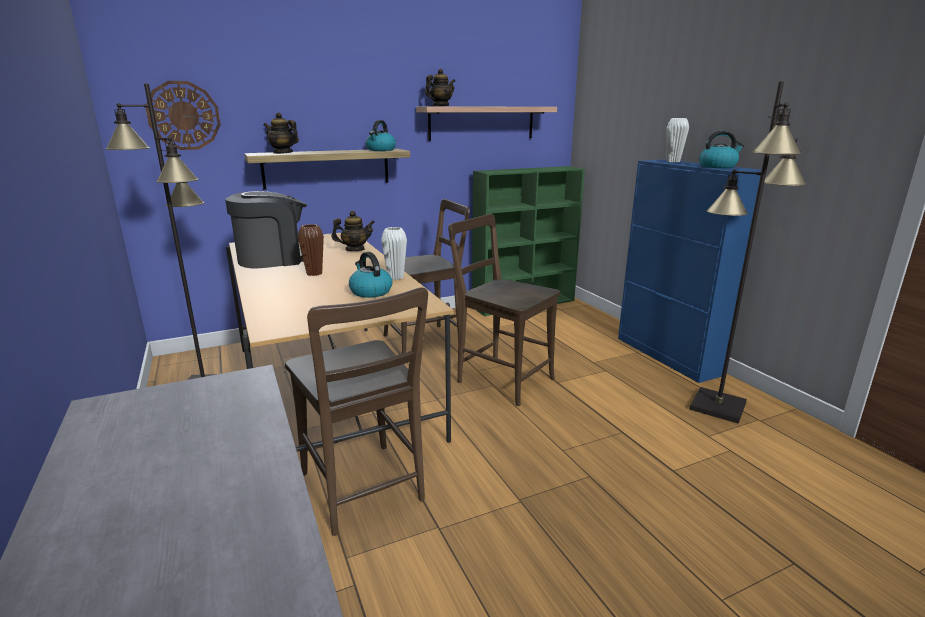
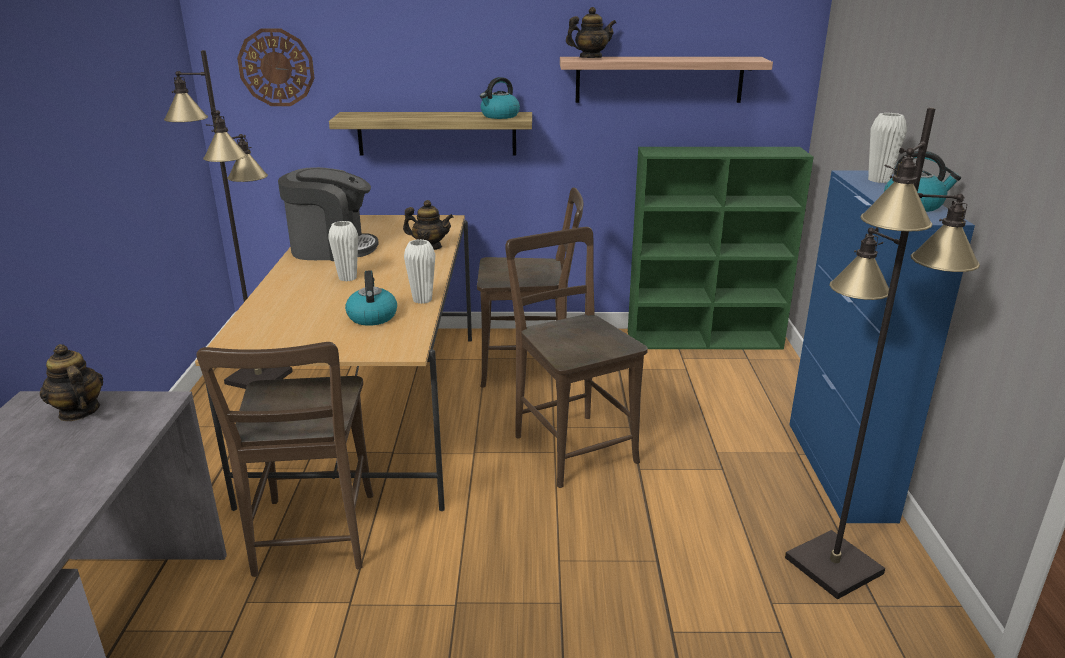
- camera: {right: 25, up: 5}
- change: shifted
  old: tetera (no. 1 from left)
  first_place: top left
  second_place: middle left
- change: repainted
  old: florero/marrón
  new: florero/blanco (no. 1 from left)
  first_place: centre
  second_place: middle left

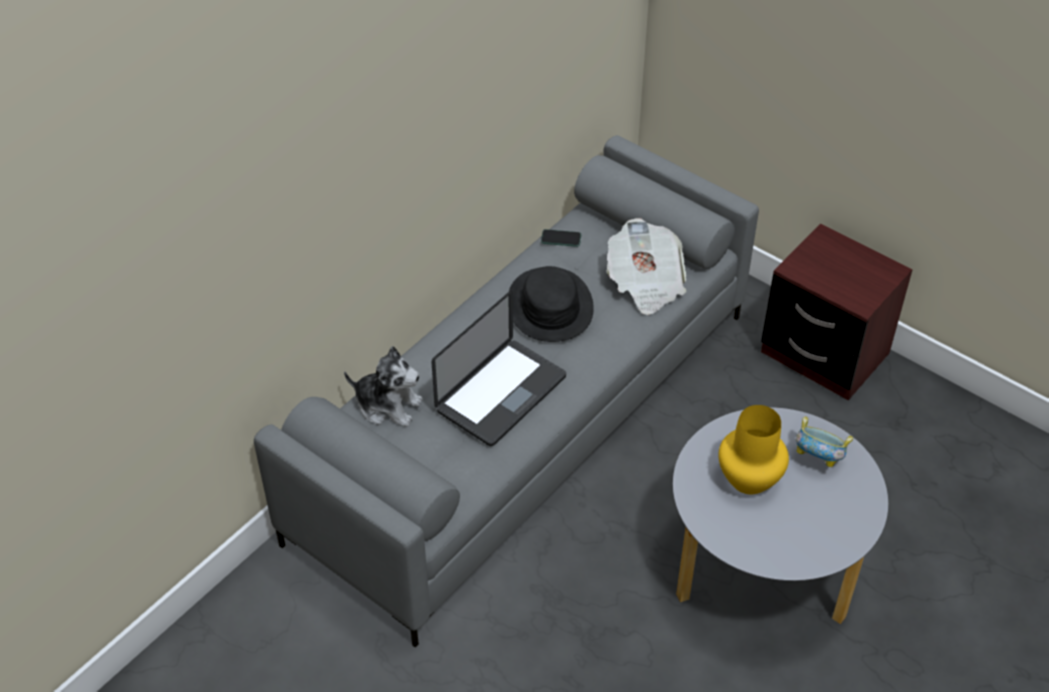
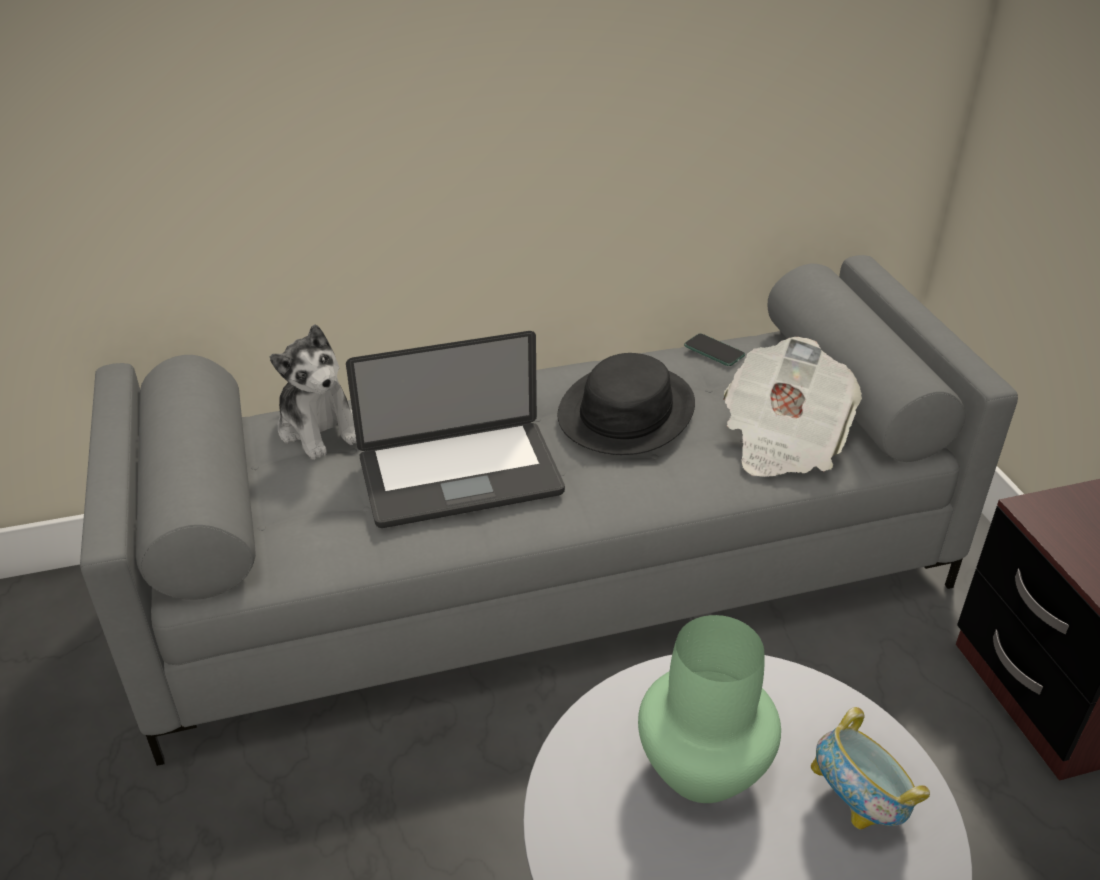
- camera: {right: 35, up: -10}
- change: repainted
  old: florero/amarillo
  new: florero/verde
  first_place: middle right
  second_place: bottom centre

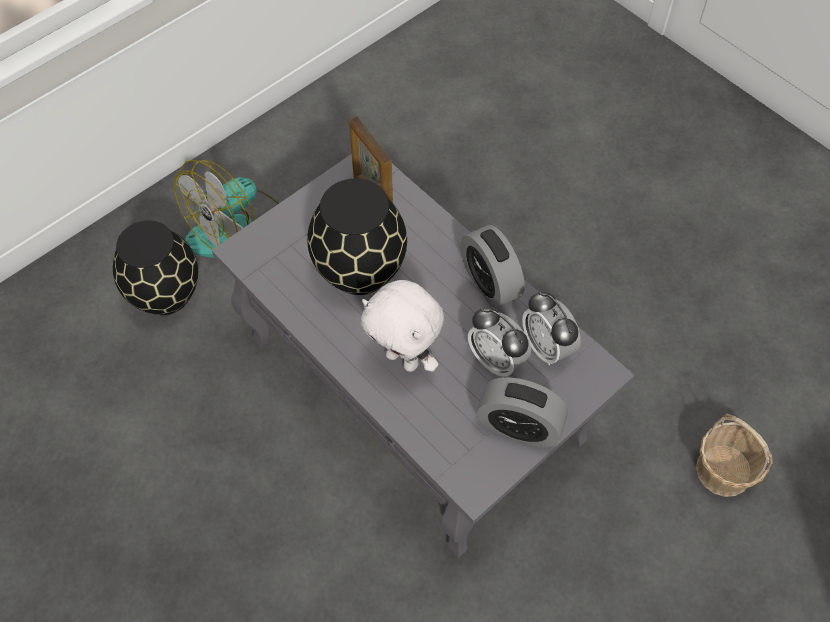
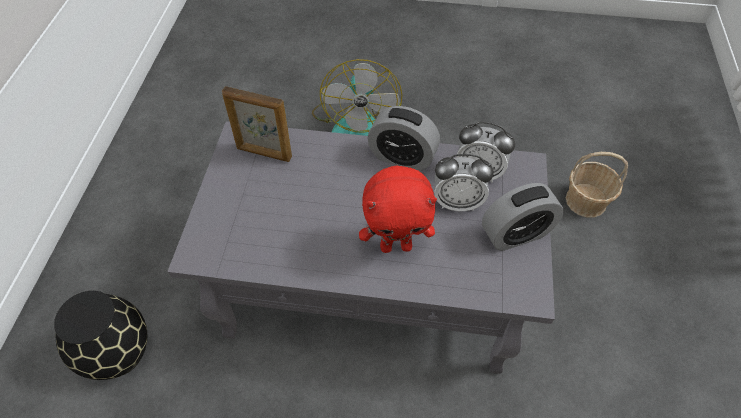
- camera: {right: -40, up: -5}
- change: gone
  old: florero/negro (no. 2 from left)
  first_place: centre
- change: shifted
  old: ventilador
  first_place: middle left
  second_place: top centre
- change: repainted
  old: peluche/blanco
  new: peluche/rojo
  first_place: centre
  second_place: centre

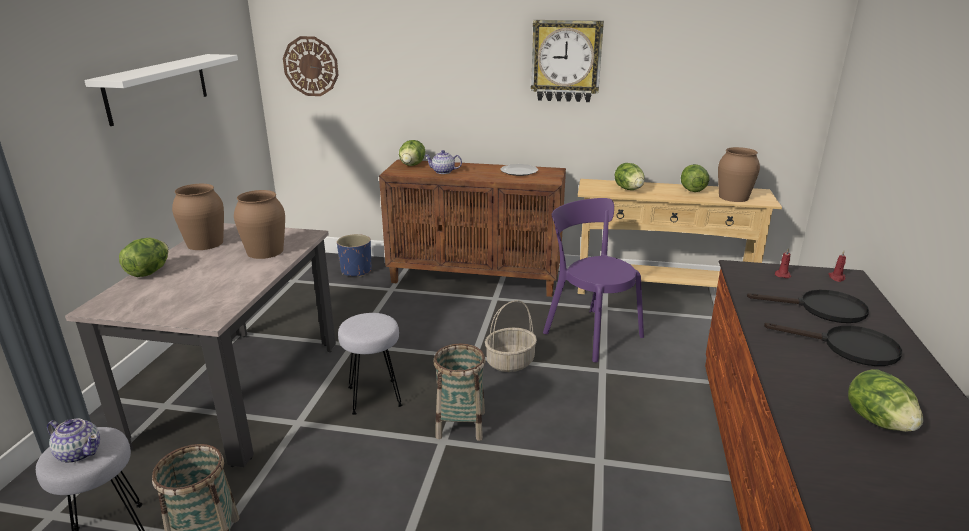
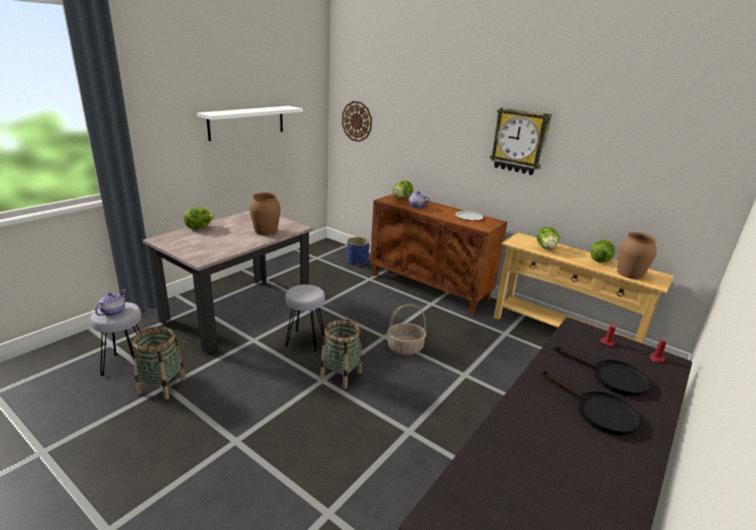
- camera: {right: 25, up: 0}
- change: gone
  old: florero/marrón (no. 1 from left)
  first_place: middle left
- change: gone
  old: silla/morado
  first_place: centre
- change: gone
  old: lechuga (no. 5 from left)
  first_place: bottom right
- change: rotated
  old: tetera (no. 1 from left)
  first_place: bottom left
  second_place: middle left
  degrees: -120

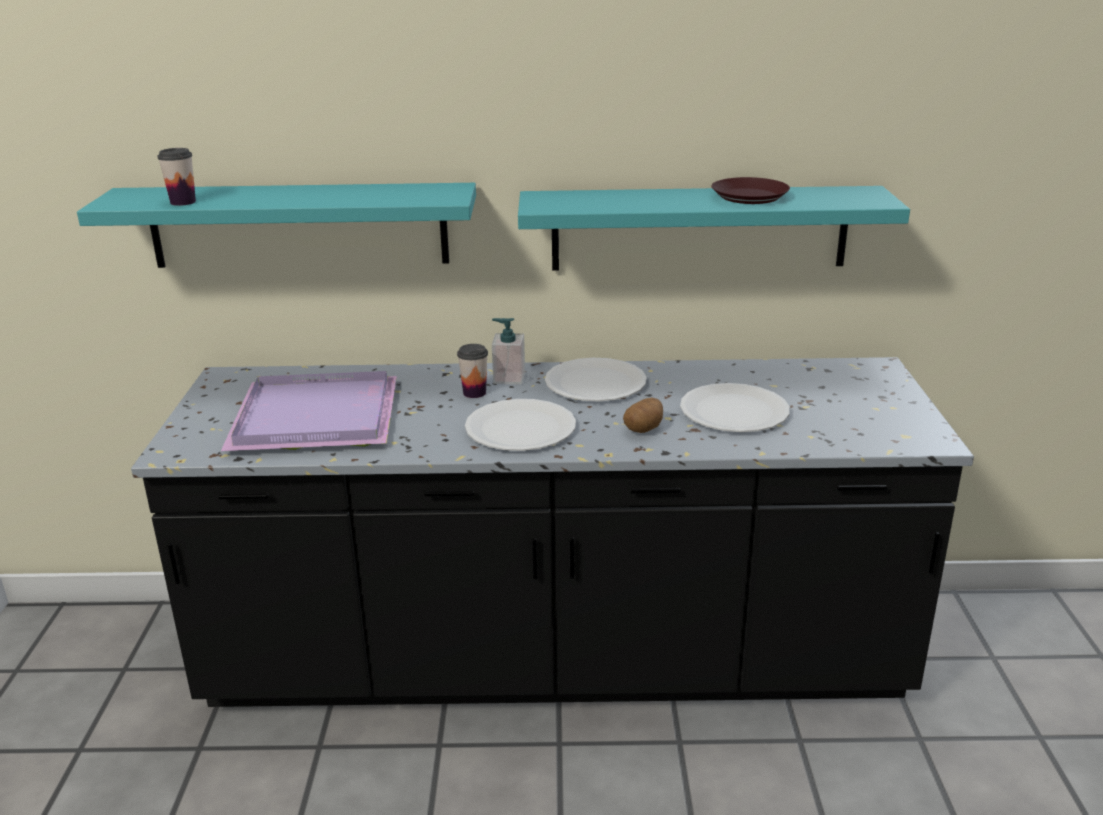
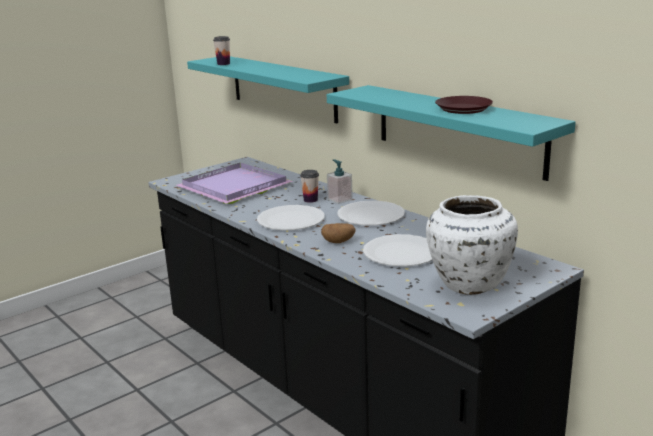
- camera: {right: 50, up: -5}
- change: new
  new: florero/blanco
  second_place: middle right

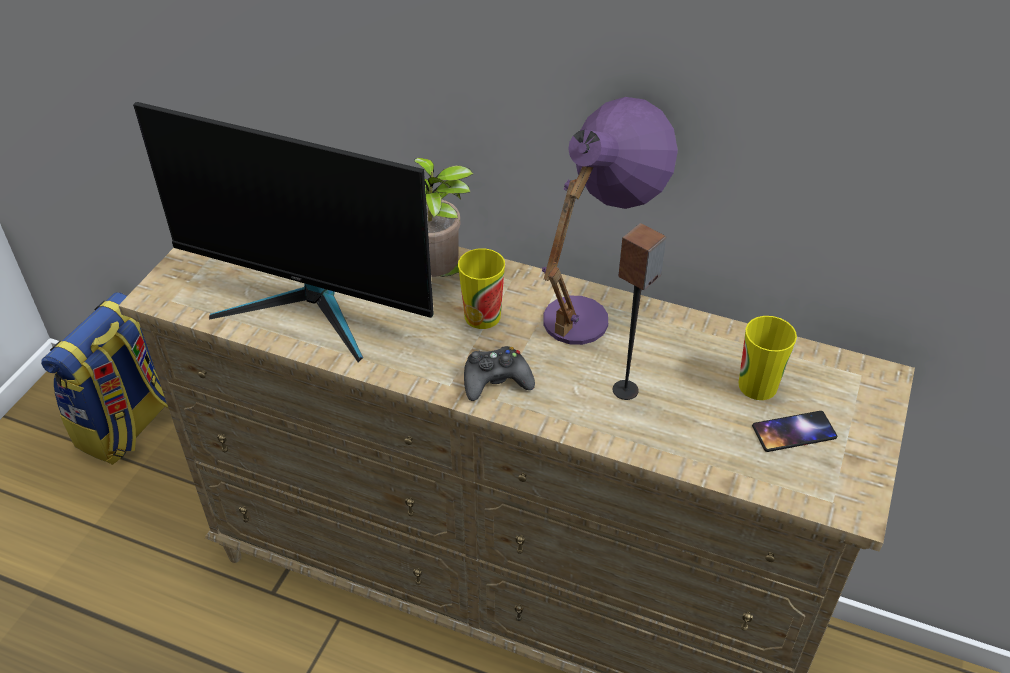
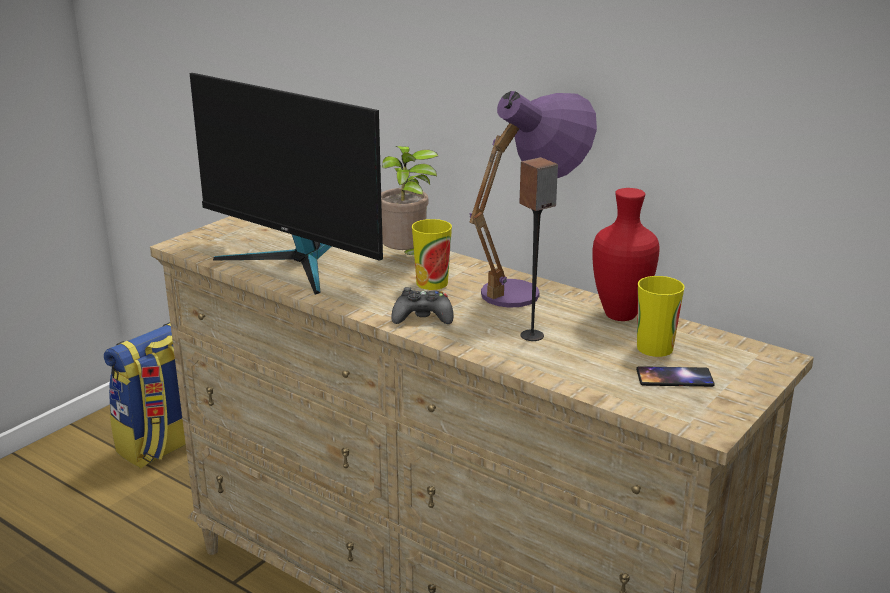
- camera: {right: 15, up: -20}
- change: new
  new: florero/rojo
  second_place: middle right

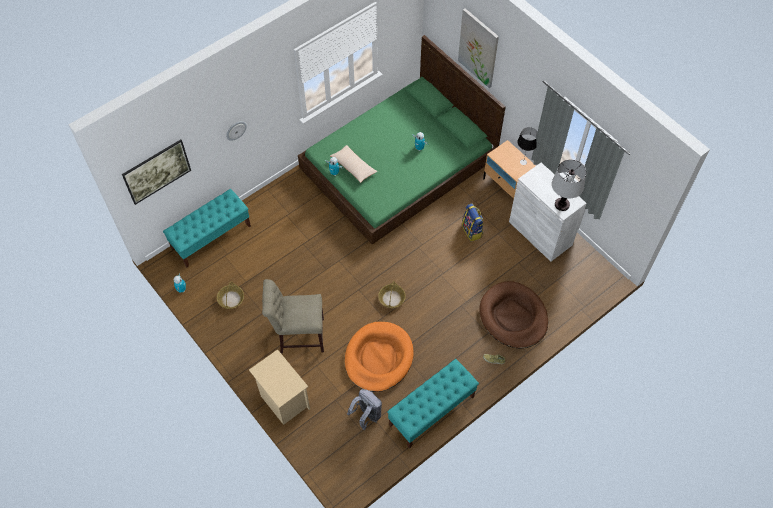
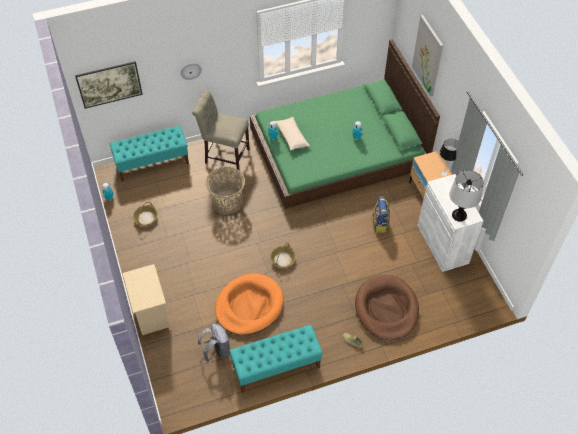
- camera: {right: 20, up: -5}
- change: new
  new: cesta (no. 2 from left)
  second_place: centre
- change: shifted
  old: silla/beis
  first_place: centre
  second_place: top centre

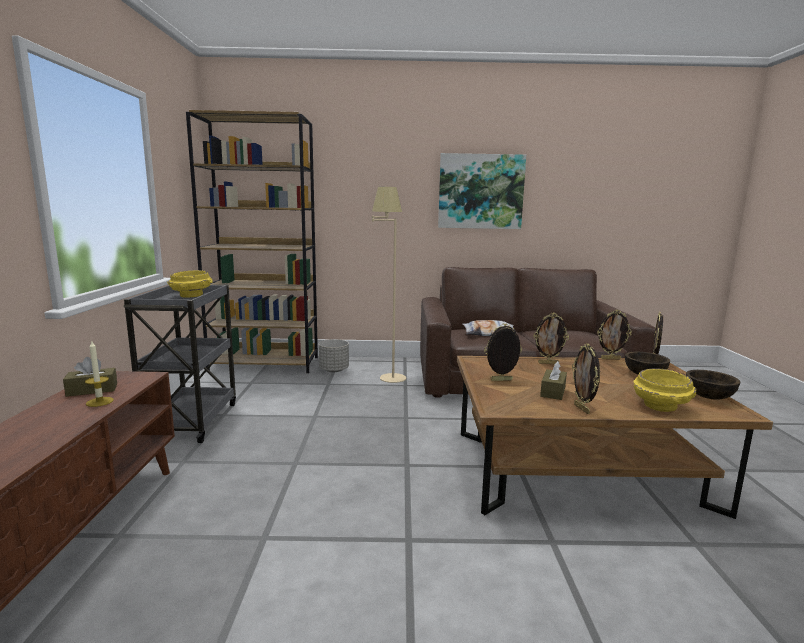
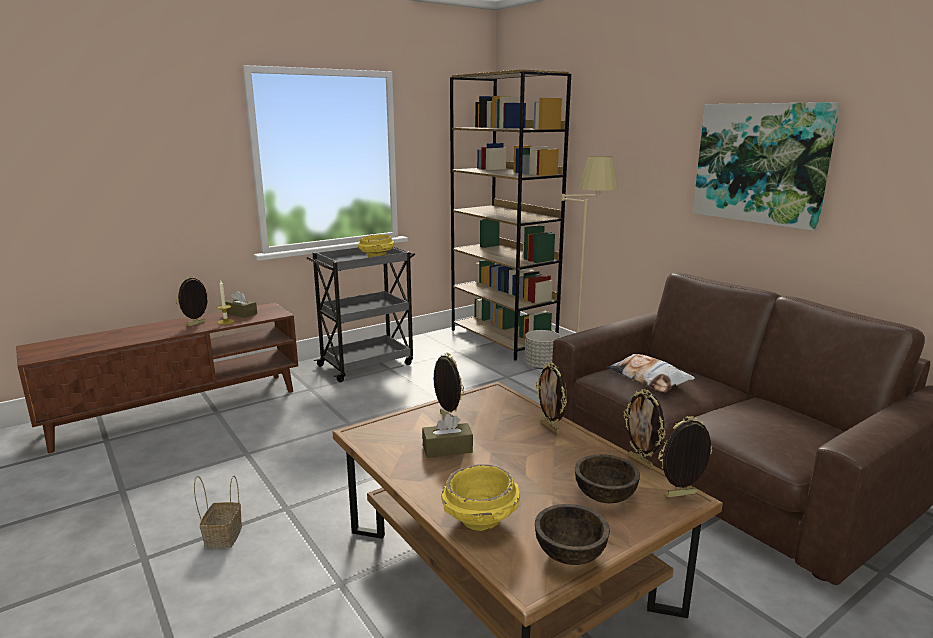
- camera: {right: 55, up: 5}
- change: new
  new: cesta
  second_place: bottom left
- change: shifted
  old: portarretratos (no. 3 from left in the first image)
  new: portarretratos (no. 1 from left)
  first_place: middle right
  second_place: middle left

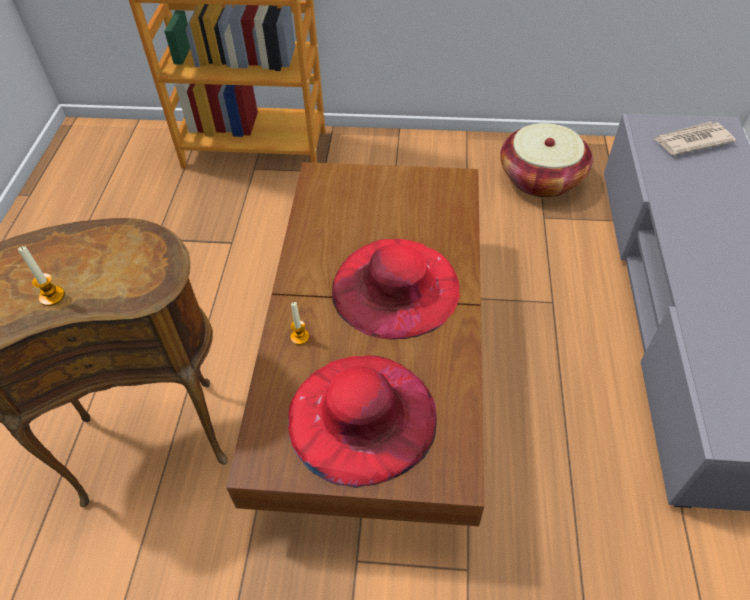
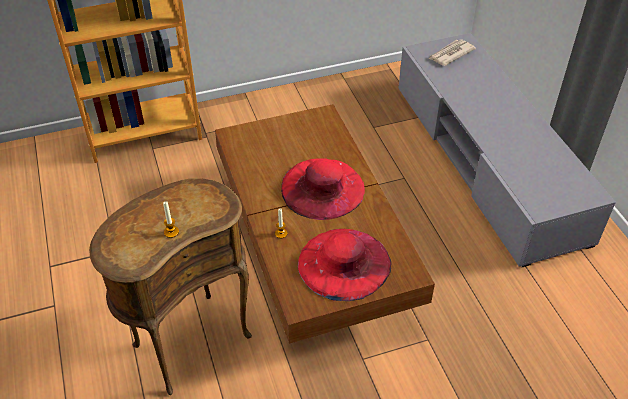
- camera: {right: -25, up: -5}
- change: gone
  old: cesta
  first_place: top right

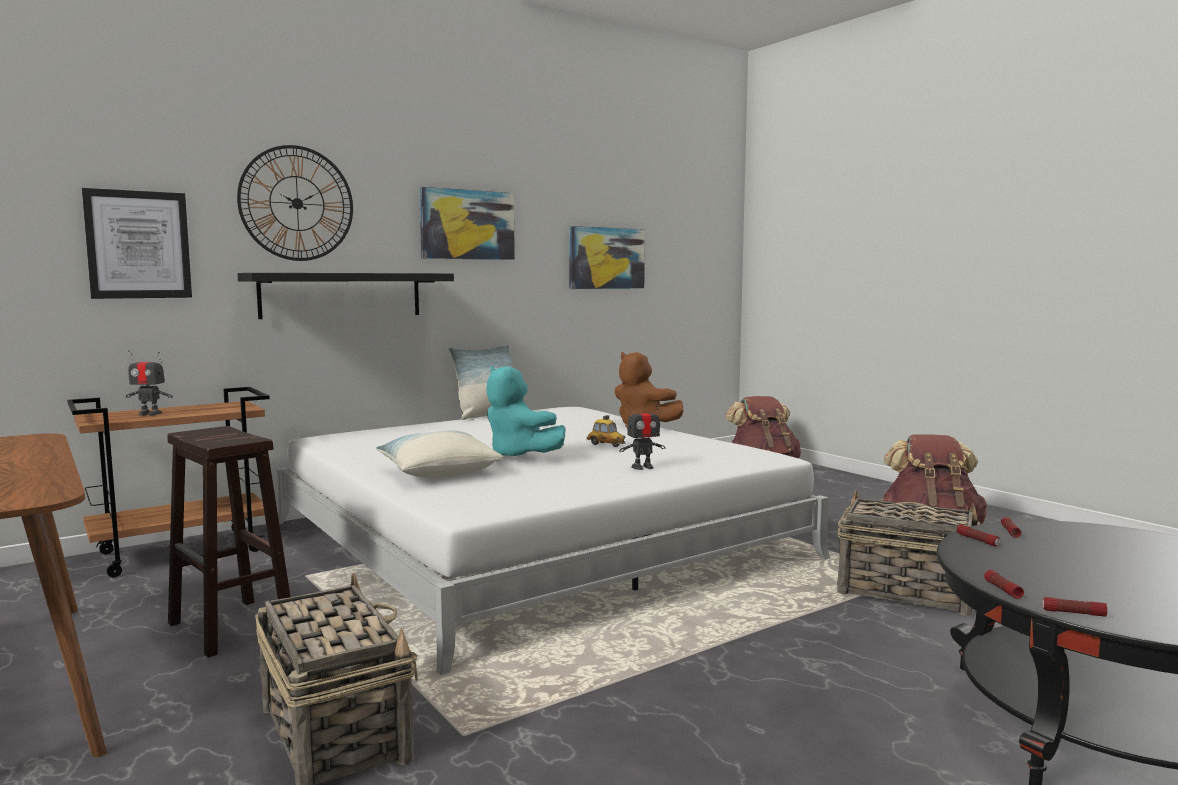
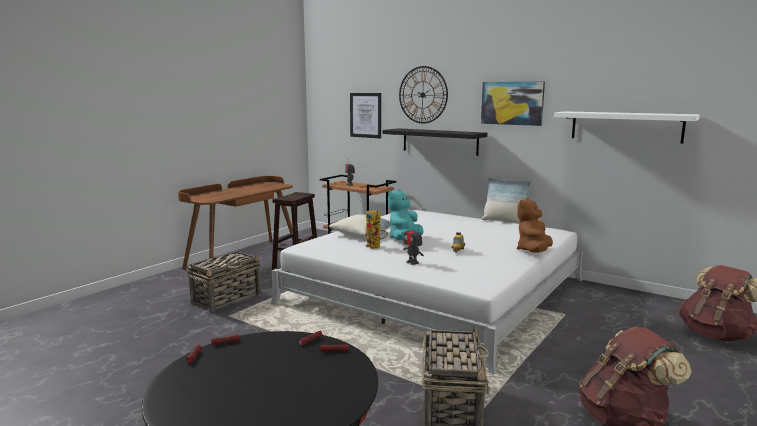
- camera: {right: 70, up: 5}
- change: new
  new: robot de juguete (no. 2 from left)
  second_place: centre
- change: swapped
  old: cuadro (no. 3 from left)
  new: estante/blanco
  first_place: top centre
  second_place: top right

